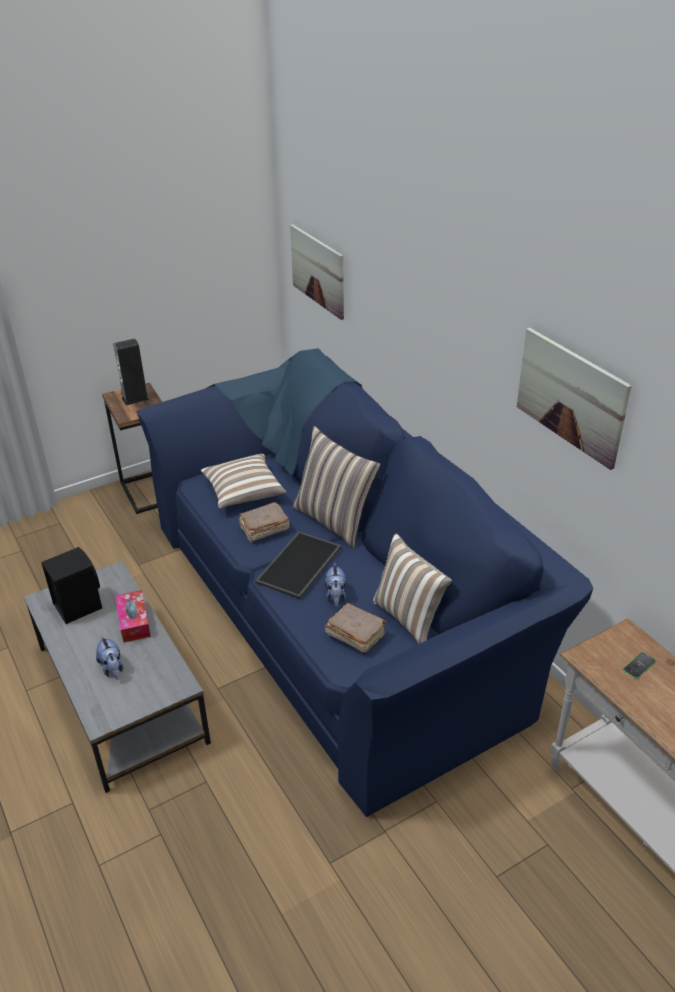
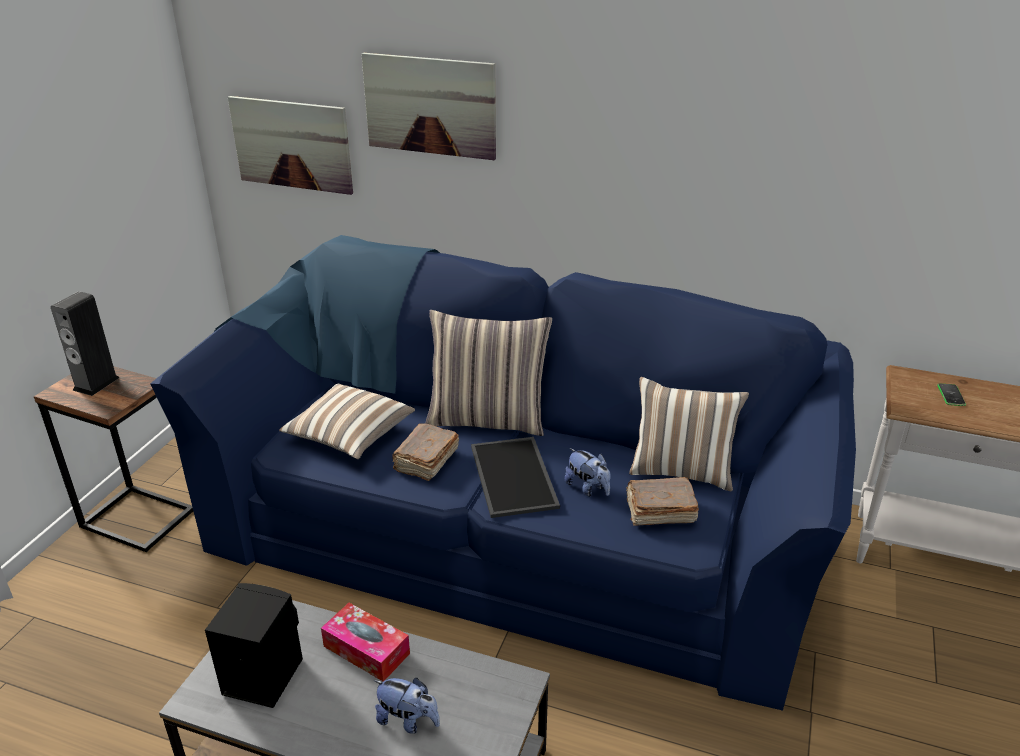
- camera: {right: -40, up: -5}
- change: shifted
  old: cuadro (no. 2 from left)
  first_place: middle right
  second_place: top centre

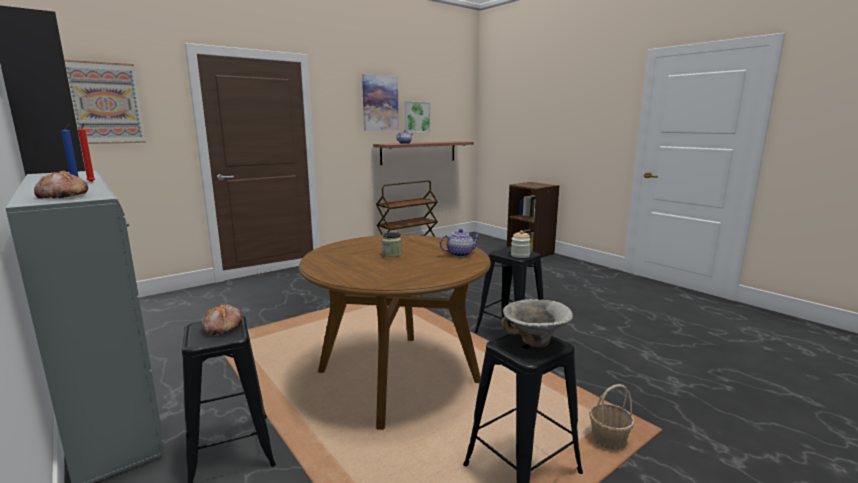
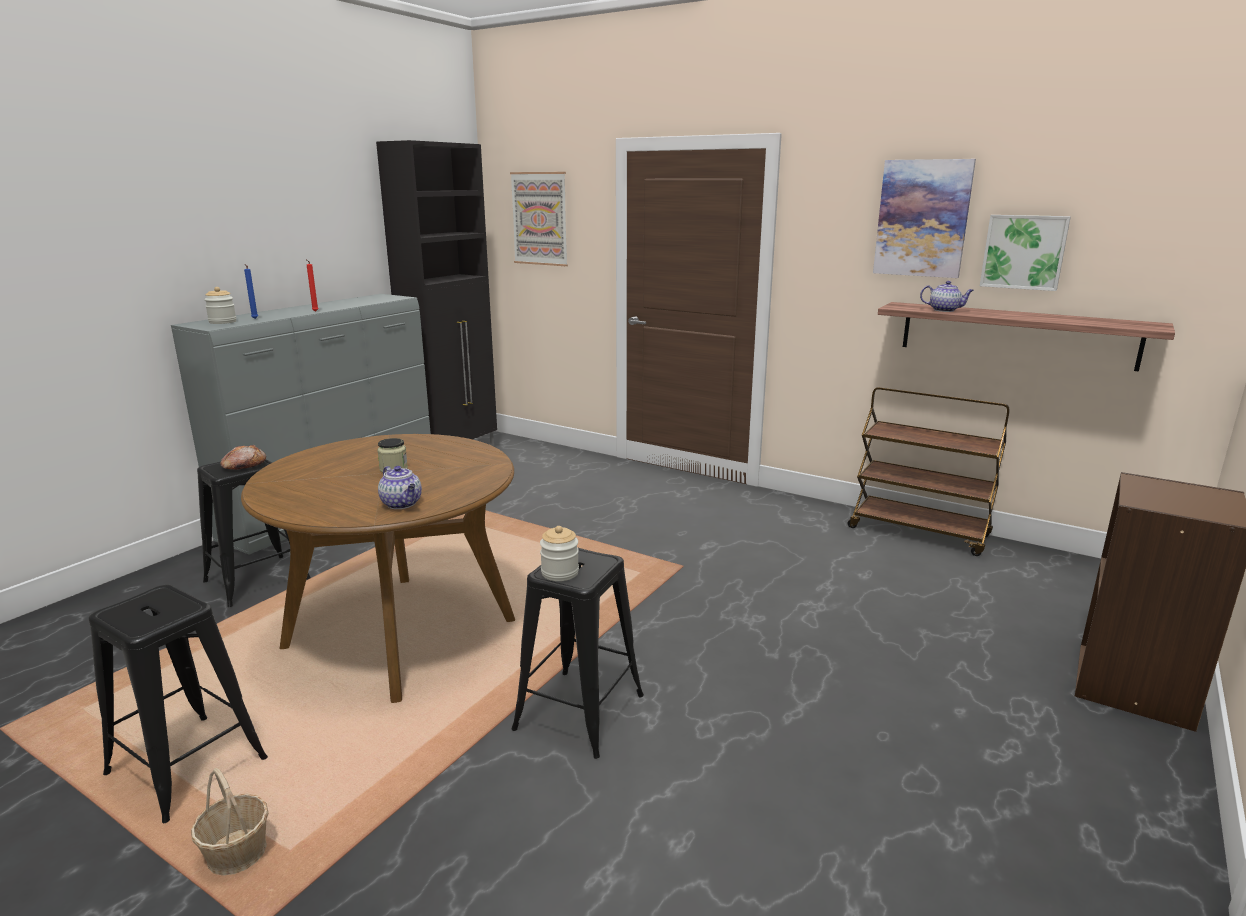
- camera: {right: 70, up: 5}
- change: gone
  old: cuenco
  first_place: bottom centre
- change: swapped
  old: pan (no. 1 from left)
  new: tarro (no. 1 from left)
  first_place: middle left
  second_place: top left

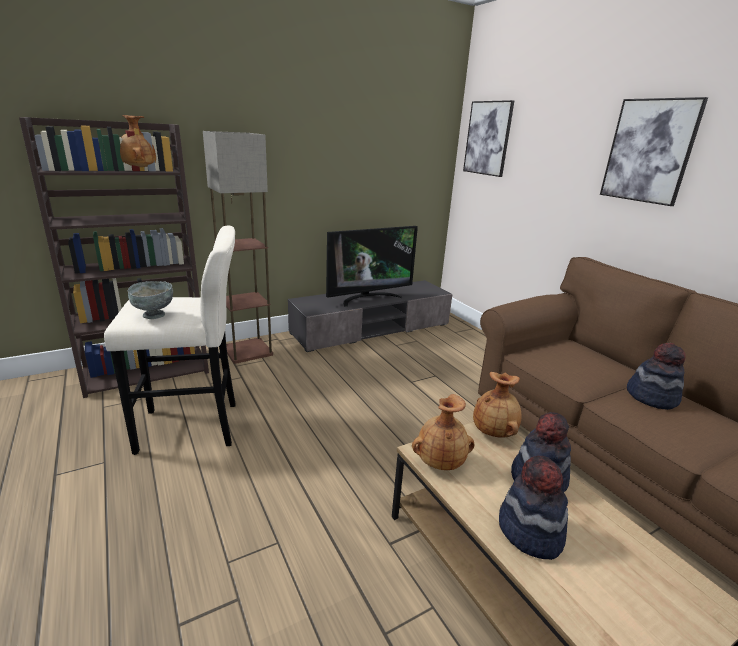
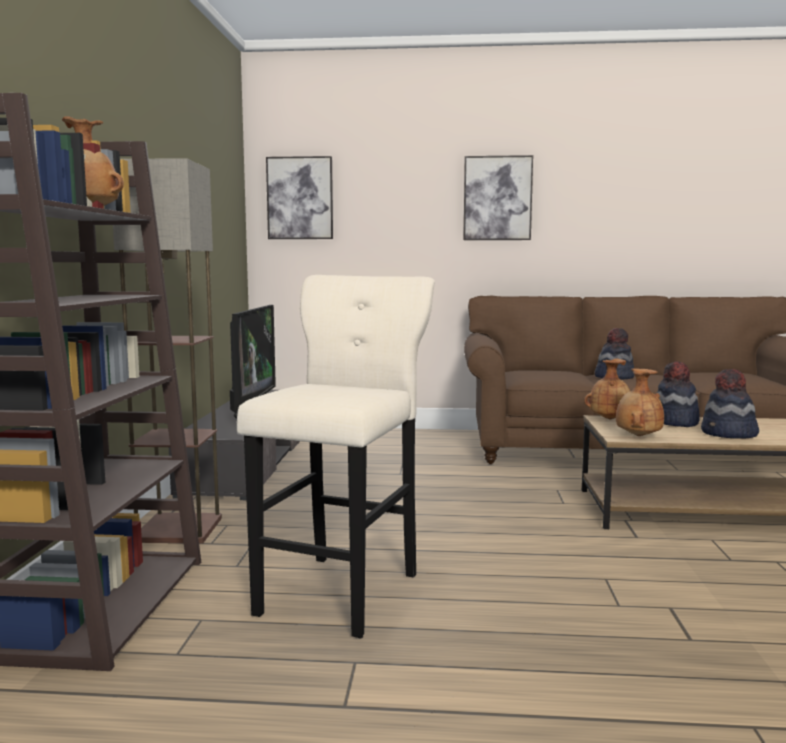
- camera: {right: -55, up: -15}
- change: gone
  old: cuenco/gris
  first_place: middle left

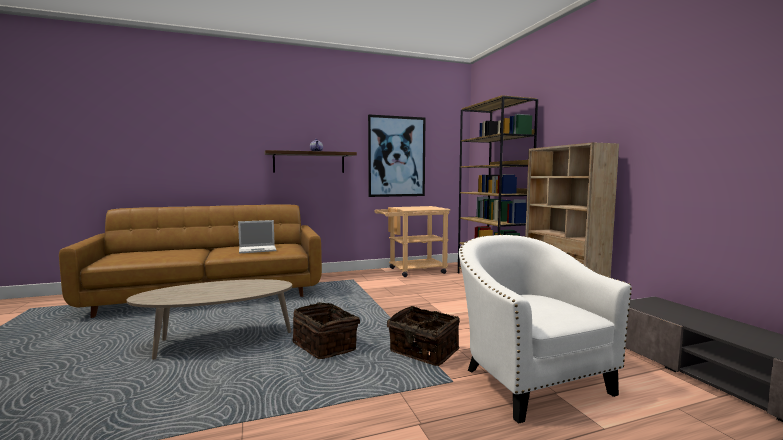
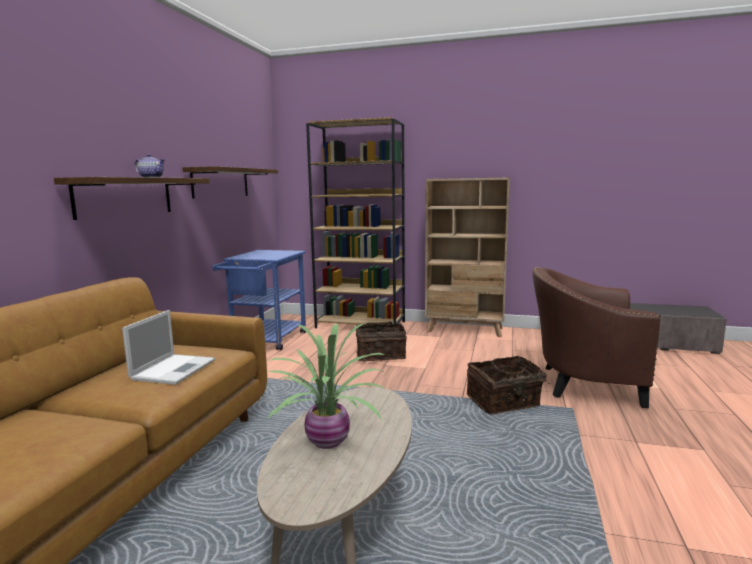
- camera: {right: -55, up: 5}
- change: new
  new: planta en maceta
  second_place: bottom centre
- change: shifted
  old: cesta (no. 1 from left)
  first_place: bottom centre
  second_place: centre
- change: swapped
  old: cuadro
  new: estante (no. 2 from left)
  first_place: centre
  second_place: top left
- change: repainted
  old: carrito/beis
  new: carrito/azul
  first_place: centre
  second_place: centre
- change: repainted
  old: sillón/blanco
  new: sillón/marrón
  first_place: bottom right
  second_place: middle right

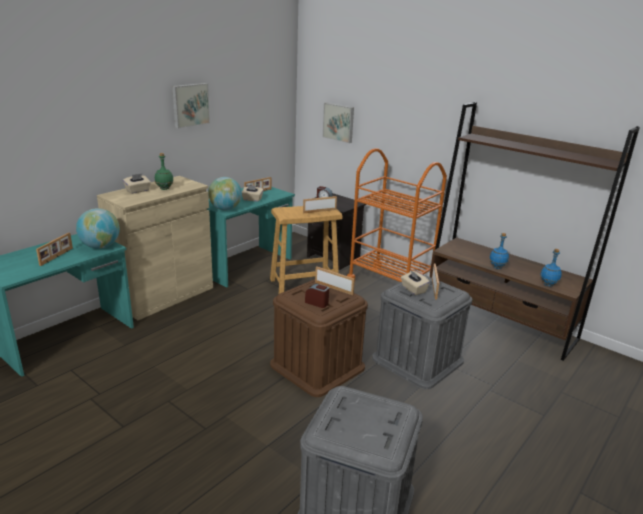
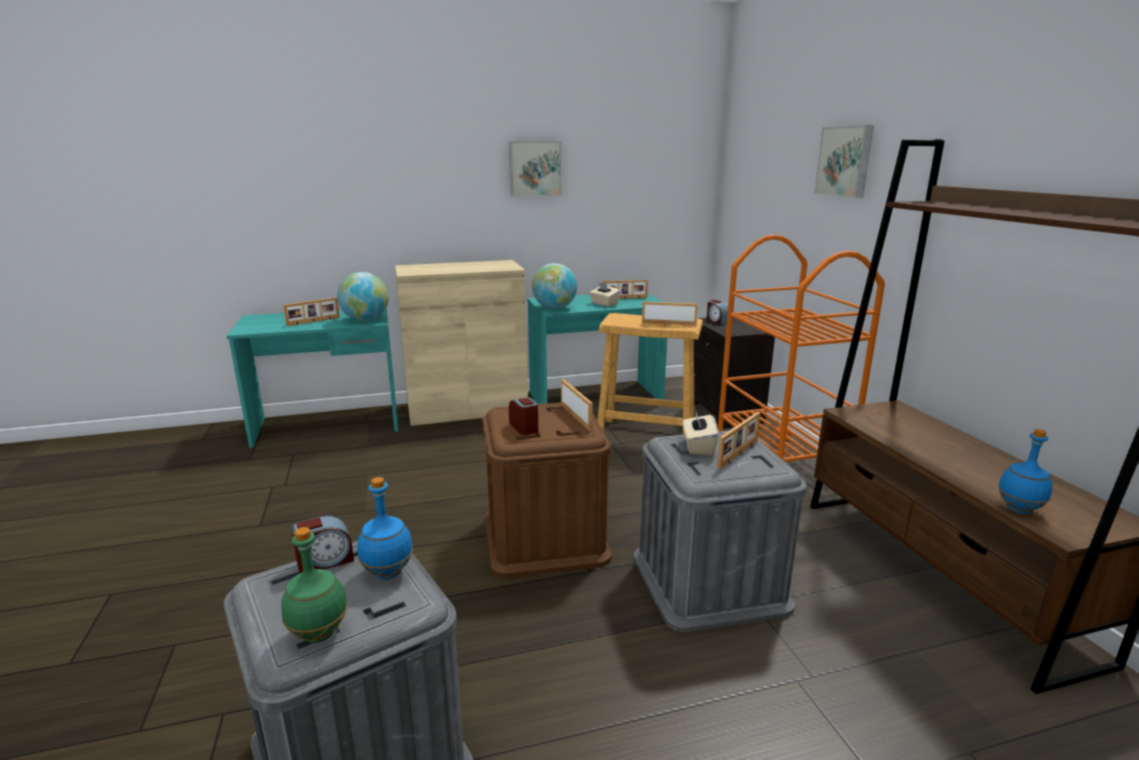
- camera: {right: 35, up: -5}
- change: gone
  old: caja de pañuelos/beis (no. 1 from left)
  first_place: middle left
- change: new
  new: despertador (no. 1 from left)
  second_place: bottom left
- change: shifted
  old: botella/verde
  first_place: top left
  second_place: bottom left
- change: shifted
  old: cuadro (no. 2 from left)
  first_place: top centre
  second_place: top right
- change: shifted
  old: botella/azul (no. 1 from left)
  first_place: middle right
  second_place: bottom centre

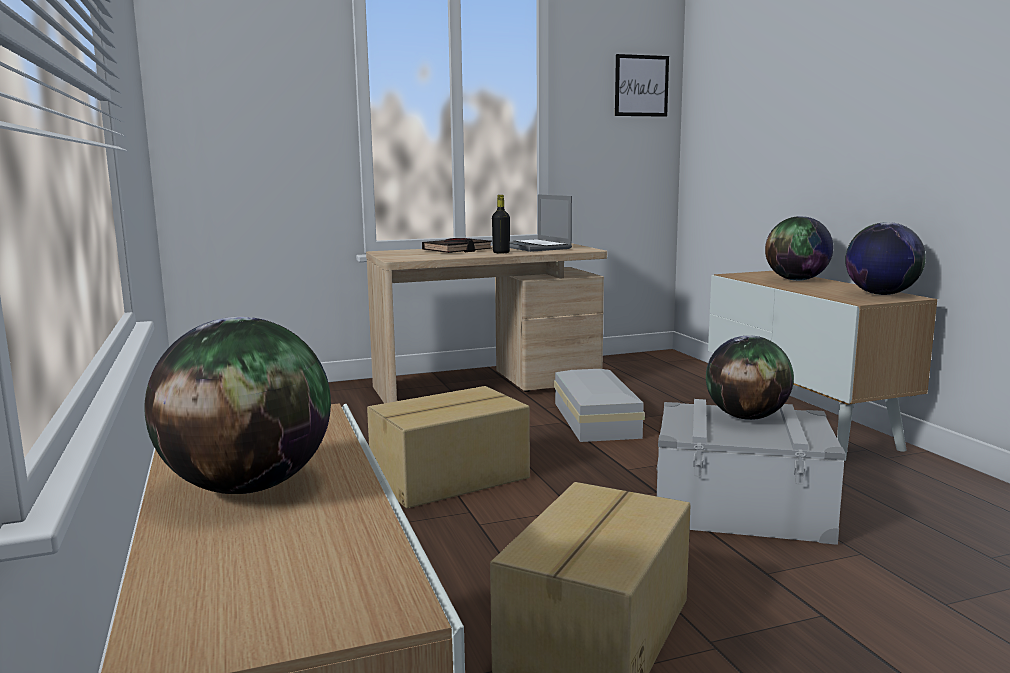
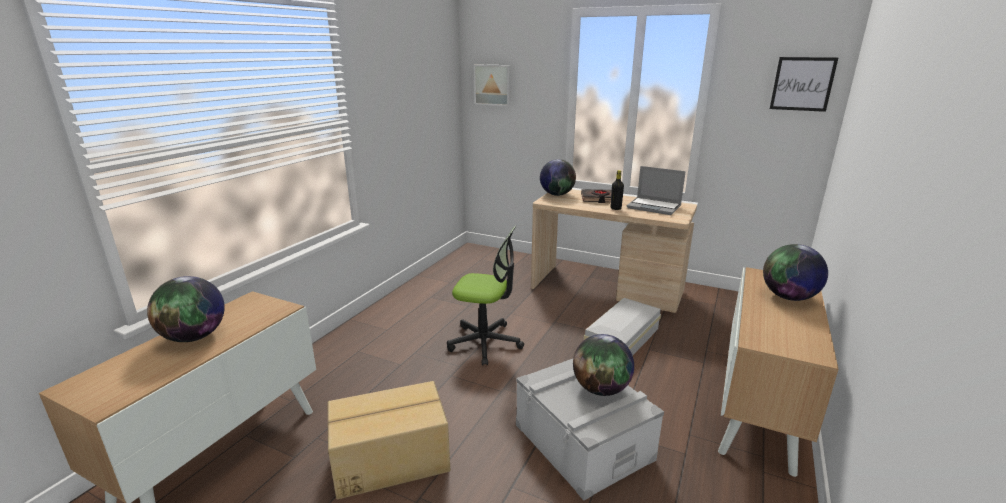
- camera: {right: 45, up: 10}
- change: new
  new: cuadro (no. 1 from left)
  second_place: top centre
- change: shifted
  old: globo terráqueo (no. 4 from left in the first image)
  new: globo terráqueo (no. 2 from left)
  first_place: middle right
  second_place: centre
- change: swapped
  old: caja de cartón (no. 1 from left)
  new: silla de oficina
  first_place: centre
  second_place: centre
- change: rotated
  old: portátil
  first_place: top centre
  second_place: centre
  degrees: -75

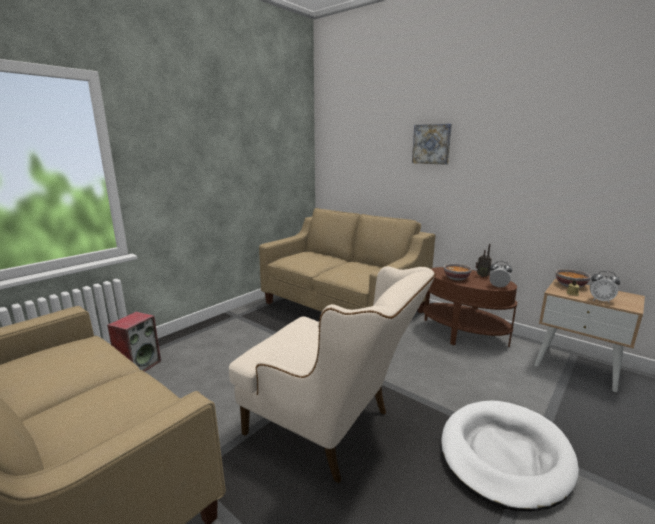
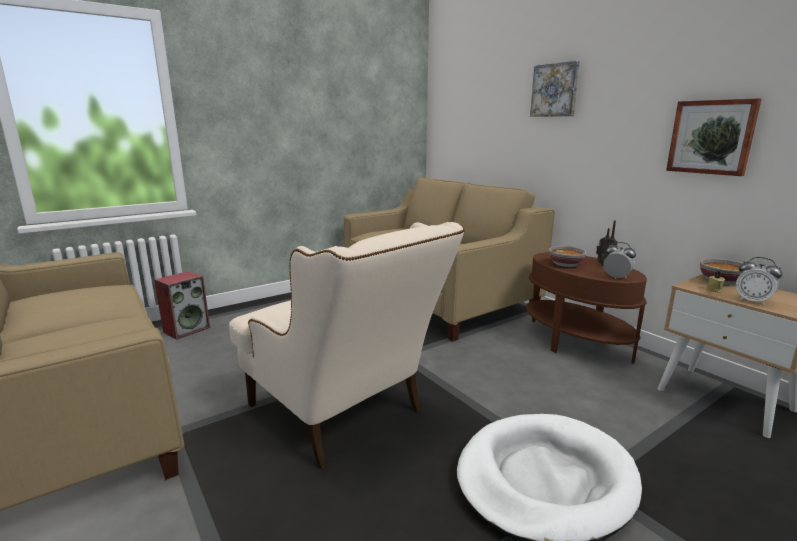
- camera: {right: 15, up: 0}
- change: new
  new: cuadro (no. 2 from left)
  second_place: top right

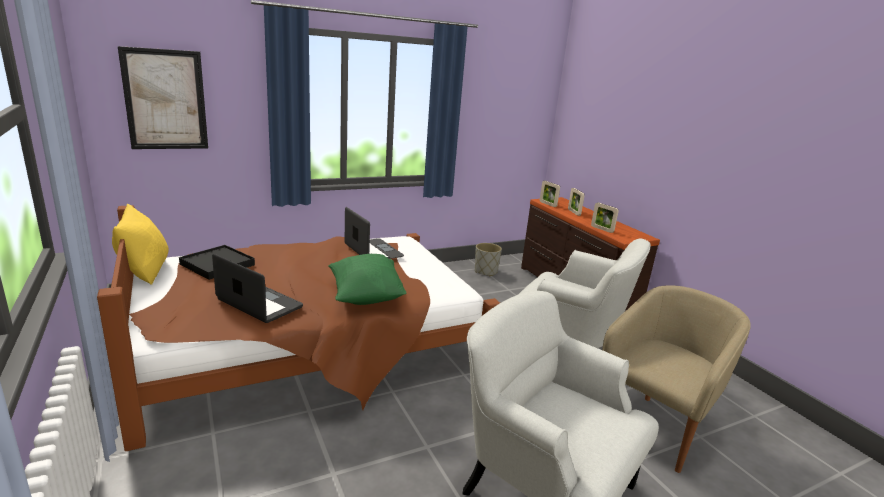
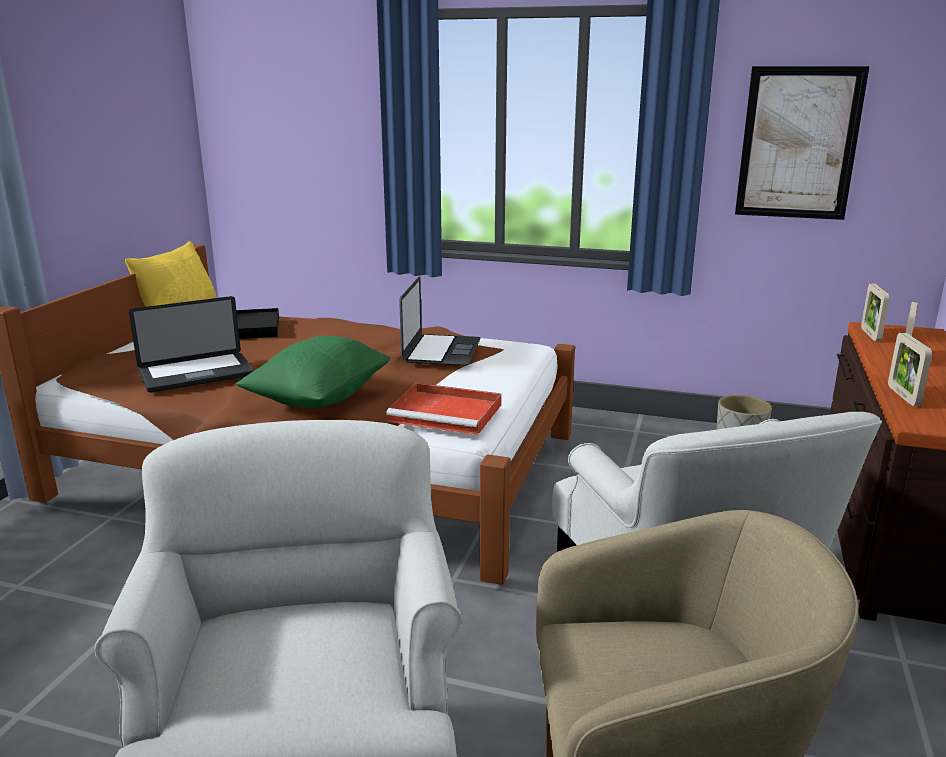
- camera: {right: 45, up: 0}
- change: new
  new: bandeja/rojo
  second_place: centre
- change: shifted
  old: cuadro
  first_place: top left
  second_place: top right
- change: rotated
  old: portátil (no. 1 from left)
  first_place: middle left
  second_place: middle left
  degrees: 75

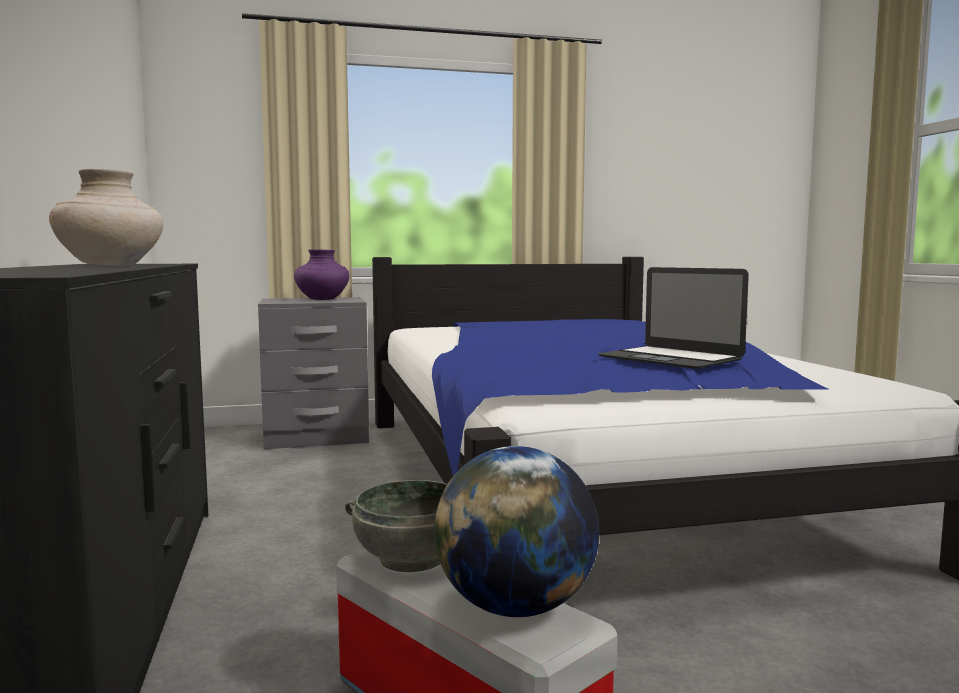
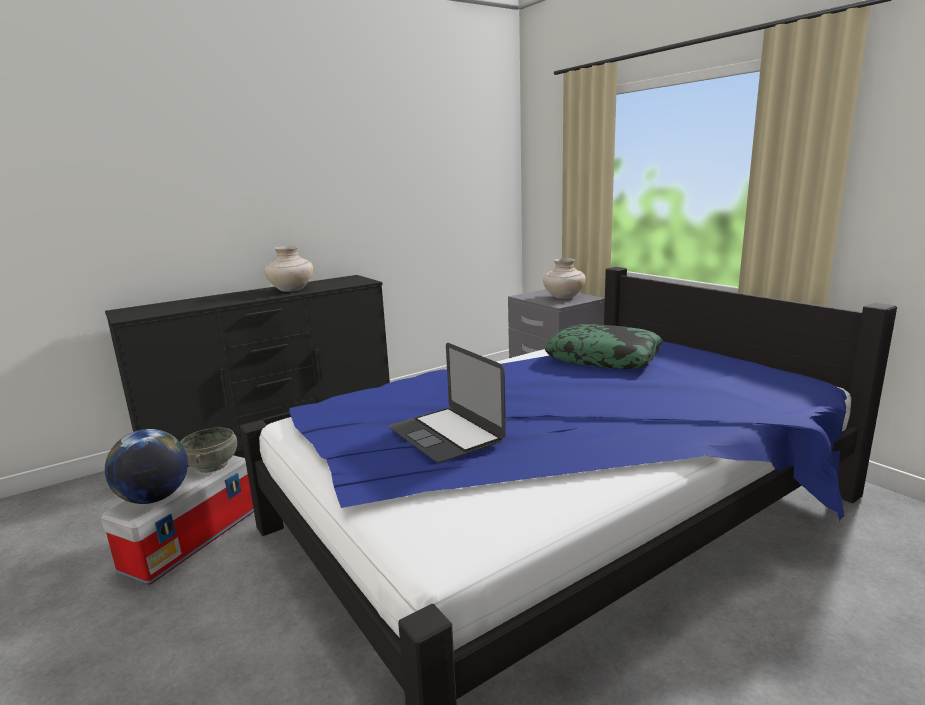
- camera: {right: 70, up: 10}
- change: new
  new: cojín
  second_place: centre
- change: repainted
  old: florero/morado
  new: florero/beis (no. 2 from left)
  first_place: centre
  second_place: centre
- change: rotated
  old: portátil
  first_place: middle right
  second_place: centre
  degrees: -60

